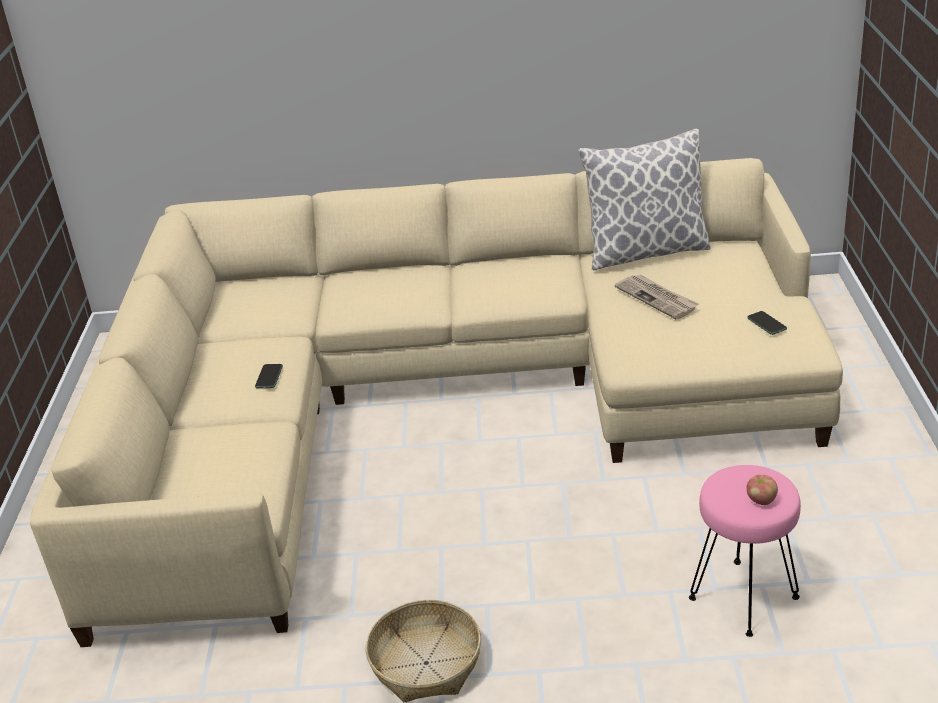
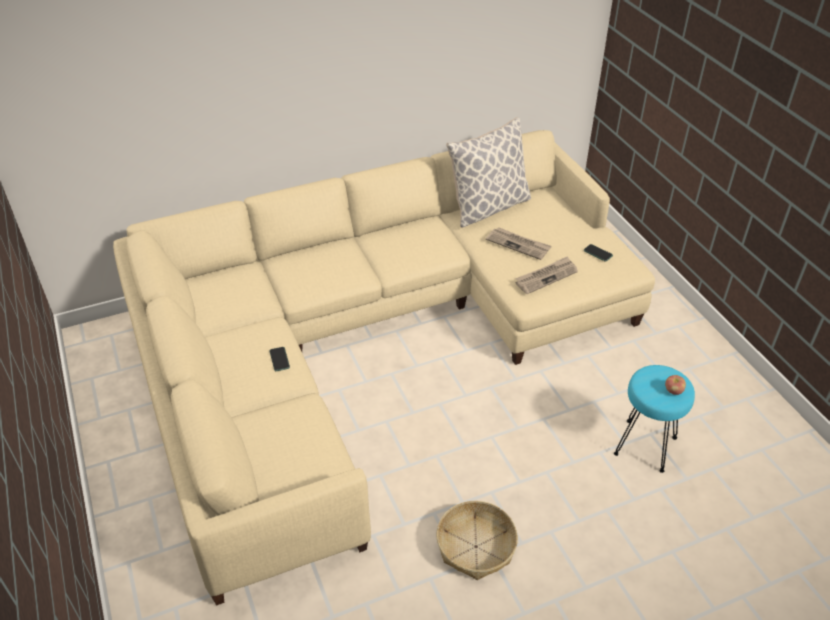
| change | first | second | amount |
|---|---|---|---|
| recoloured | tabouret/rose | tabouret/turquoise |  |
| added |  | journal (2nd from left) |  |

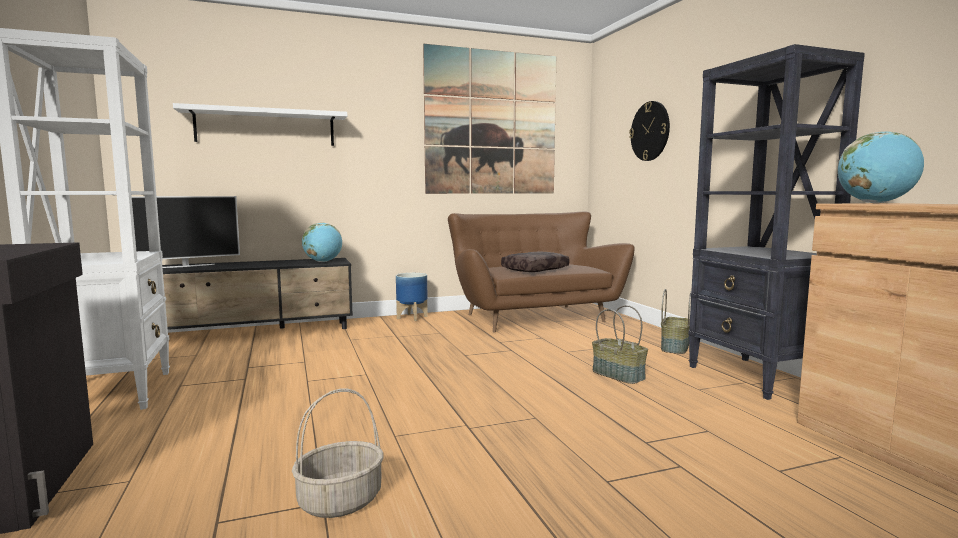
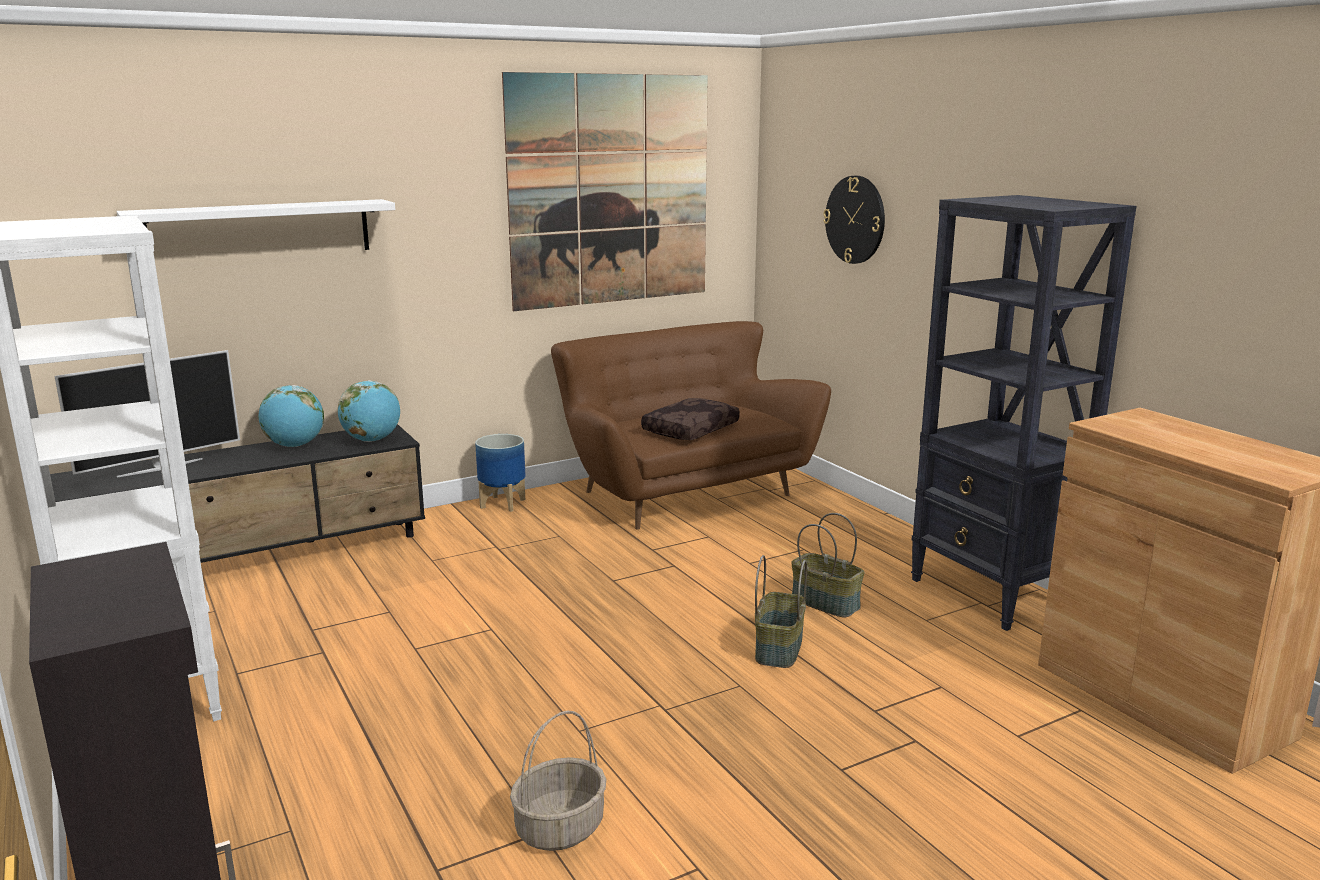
| change | first | second | amount |
|---|---|---|---|
| moved | globe (2nd from left in the first image) | globe (1st from left) |  |
| moved | panier (3rd from left in the first image) | panier (2nd from left) |  |

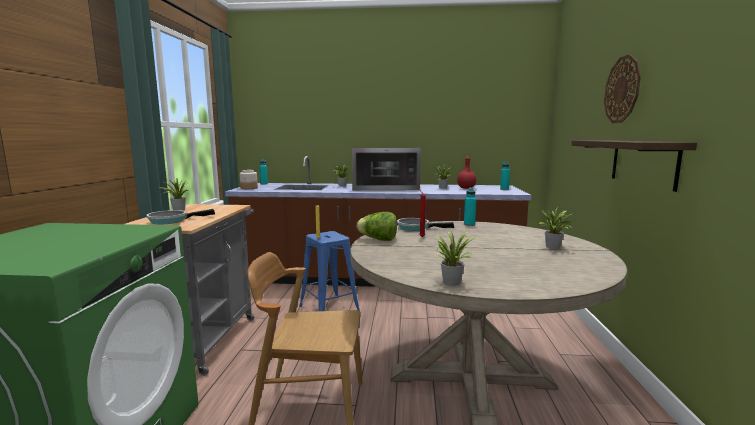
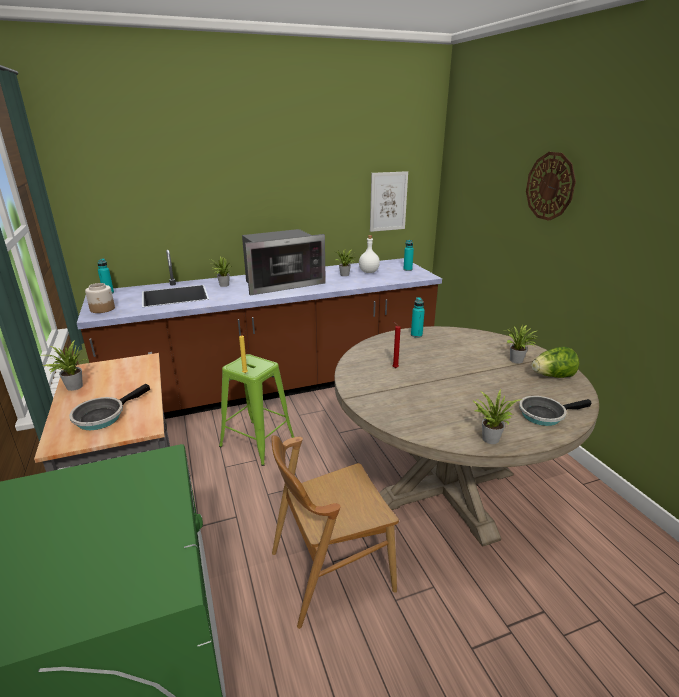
| change | first | second | amount |
|---|---|---|---|
| removed | étagère |  |  |
| recoloured | bouteille/rouge | bouteille/blanc |  |
| moved | laitue |  |  |
| moved | poêle (2nd from left) |  |  |
| recoloured | tabouret/bleu | tabouret/vert |  |
| added |  | tableau |  |

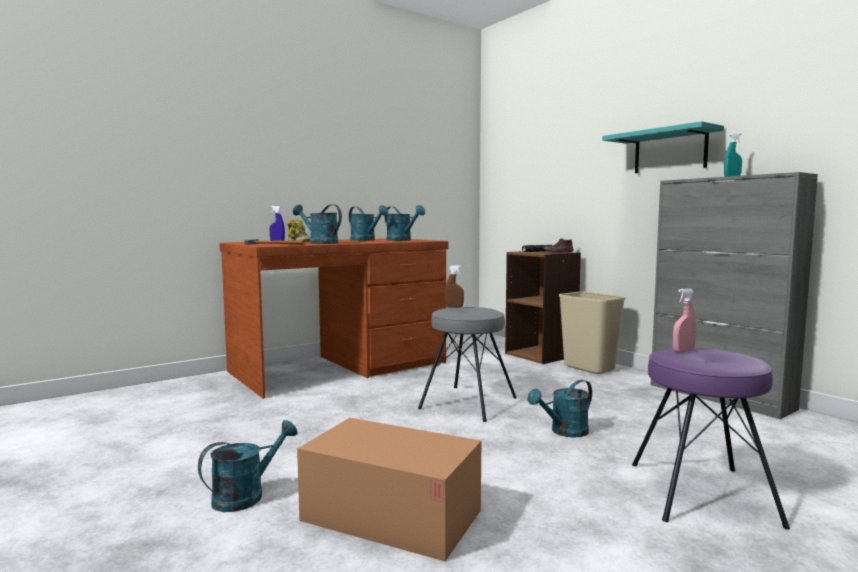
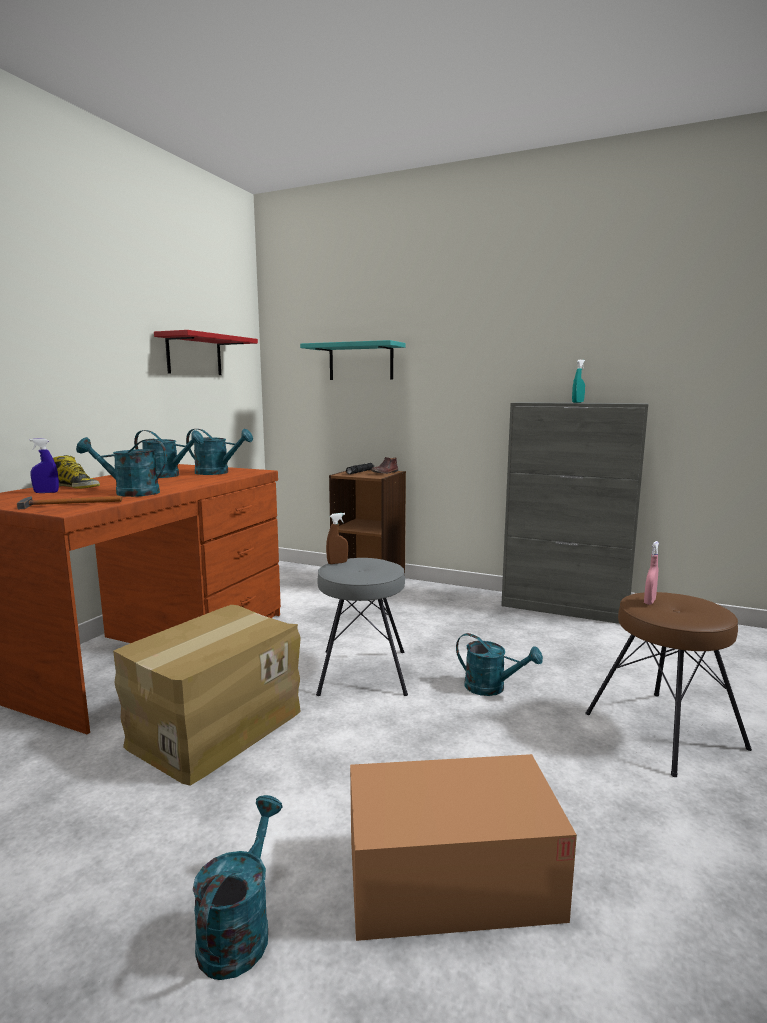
| change | first | second | amount |
|---|---|---|---|
| moved | étagère/turquoise |  |  |
| removed | poubelle/beige |  |  |
| recoloured | tabouret/violet | tabouret/marron |  |
| turned | arrosoir/turquoise (5th from left) |  | 90 degrees counterclockwise |
| added |  | étagère/rouge |  |
| added |  | carton (1st from left) |  |

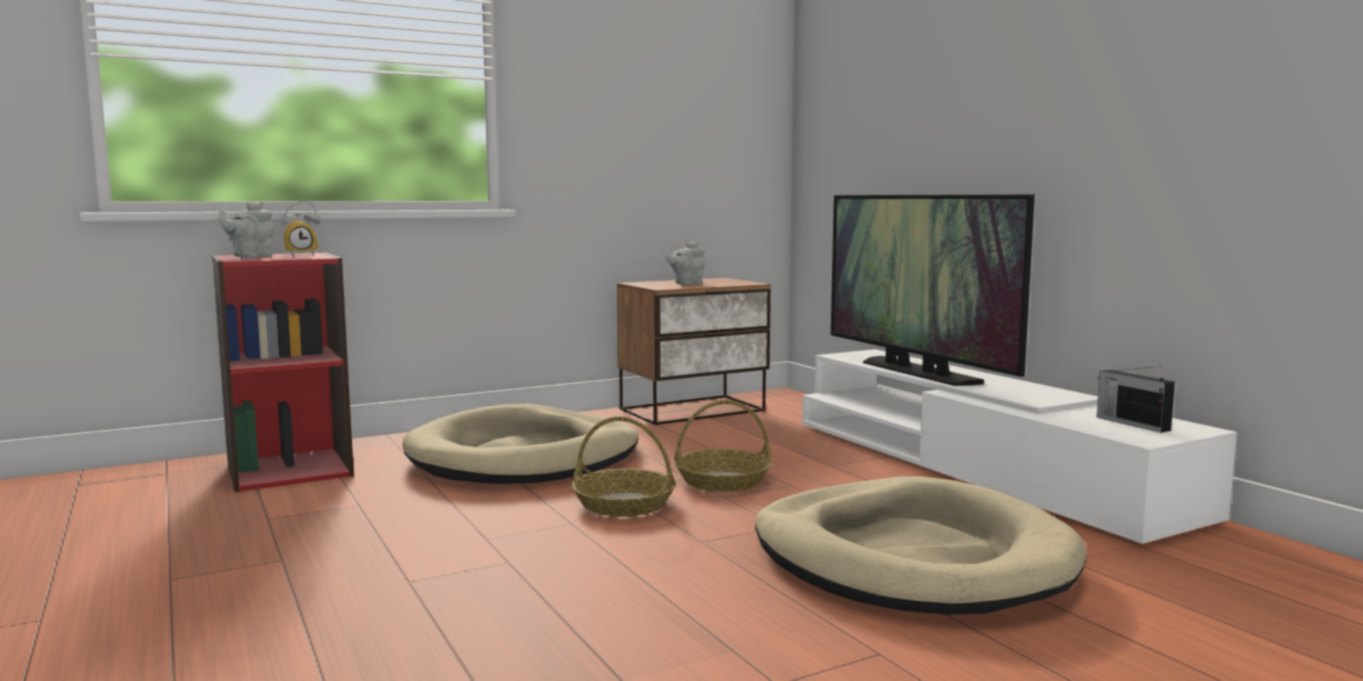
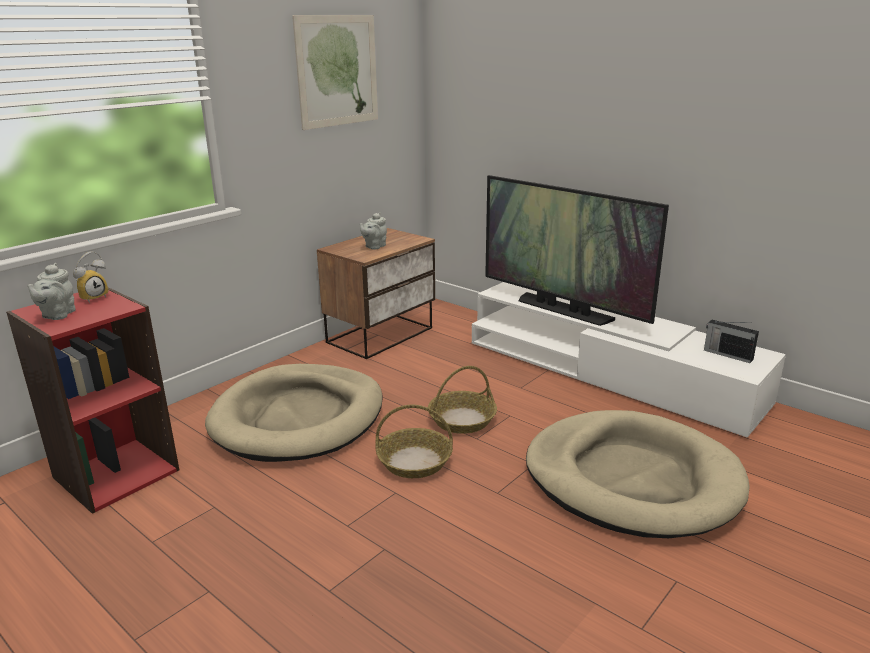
| change | first | second | amount |
|---|---|---|---|
| added |  | tableau |  |

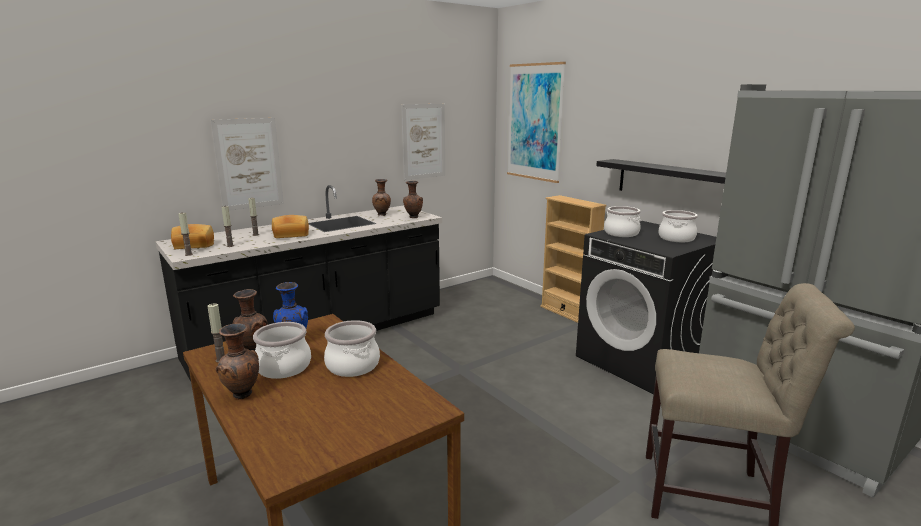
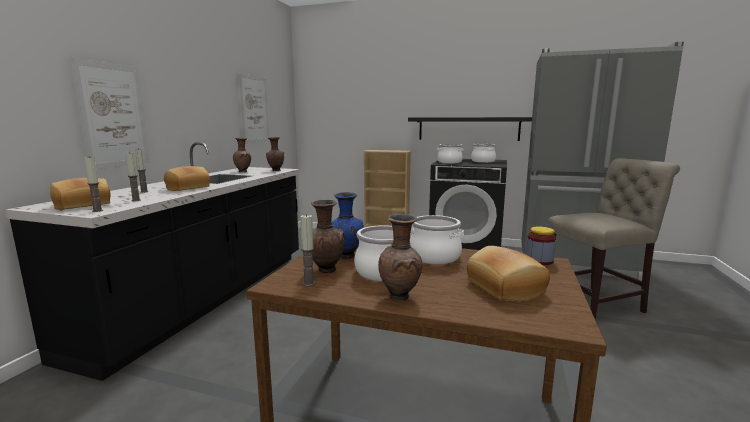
| change | first | second | amount |
|---|---|---|---|
| removed | tableau (3rd from left) |  |  |
| added |  | bocal |  |
| added |  | pain (3rd from left) |  |

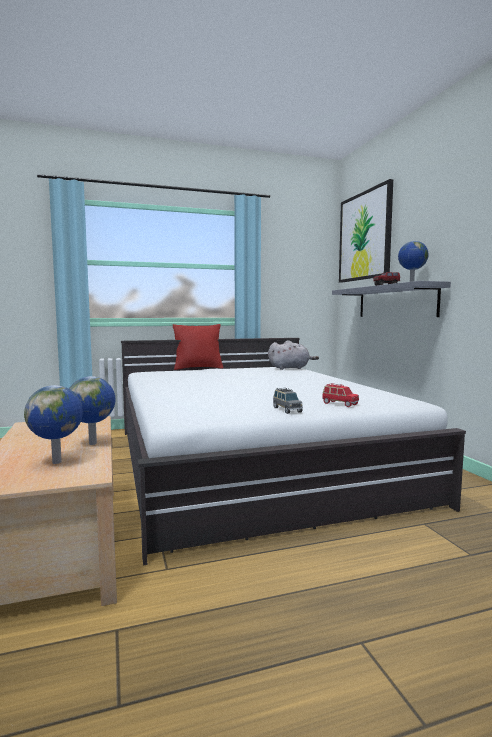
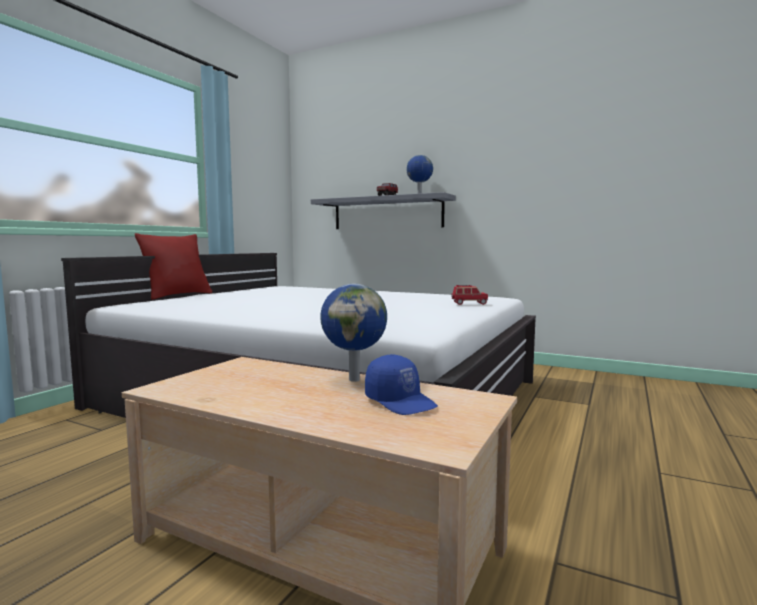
| change | first | second | amount |
|---|---|---|---|
| removed | tableau |  |  |
| removed | peluche/gris |  |  |
| replaced | globe (1st from left) | casquette/bleu |  |
| removed | petite voiture/gris |  |  |

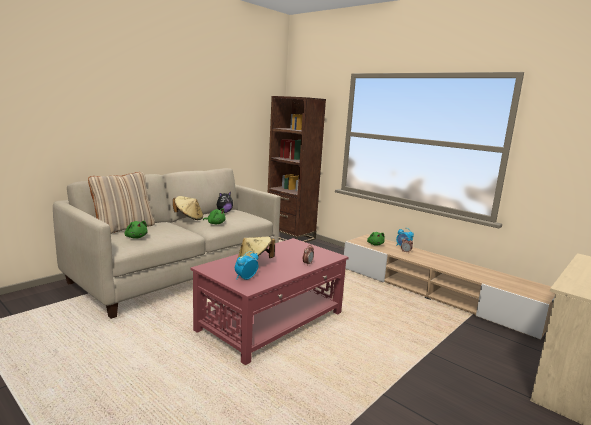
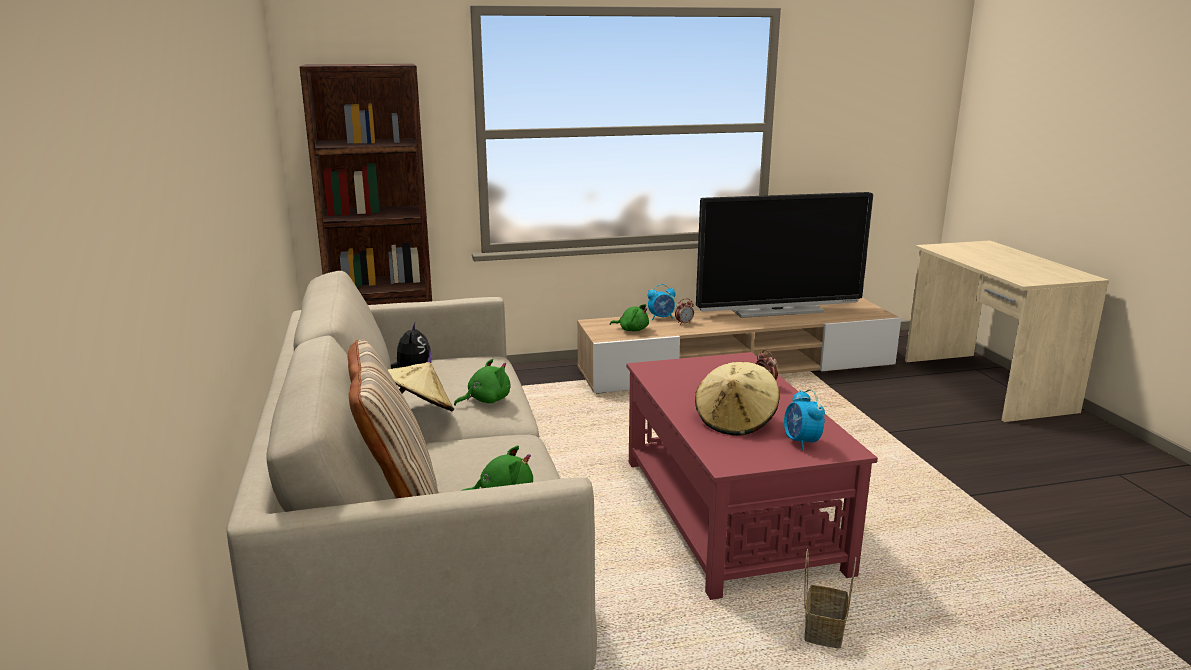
| change | first | second | amount |
|---|---|---|---|
| added |  | téléviseur |  |
| added |  | panier |  |

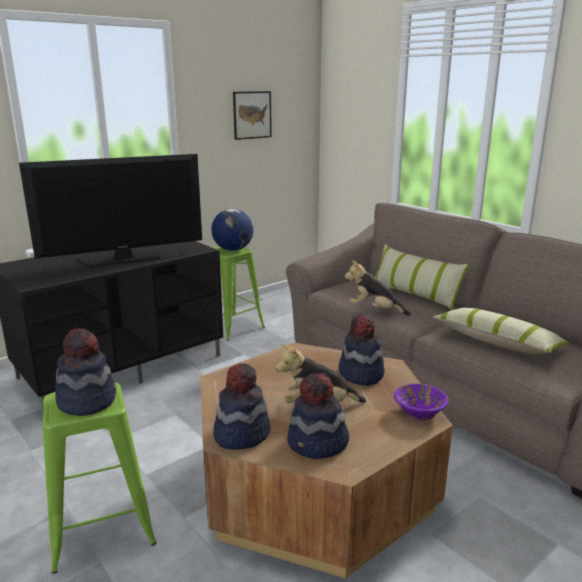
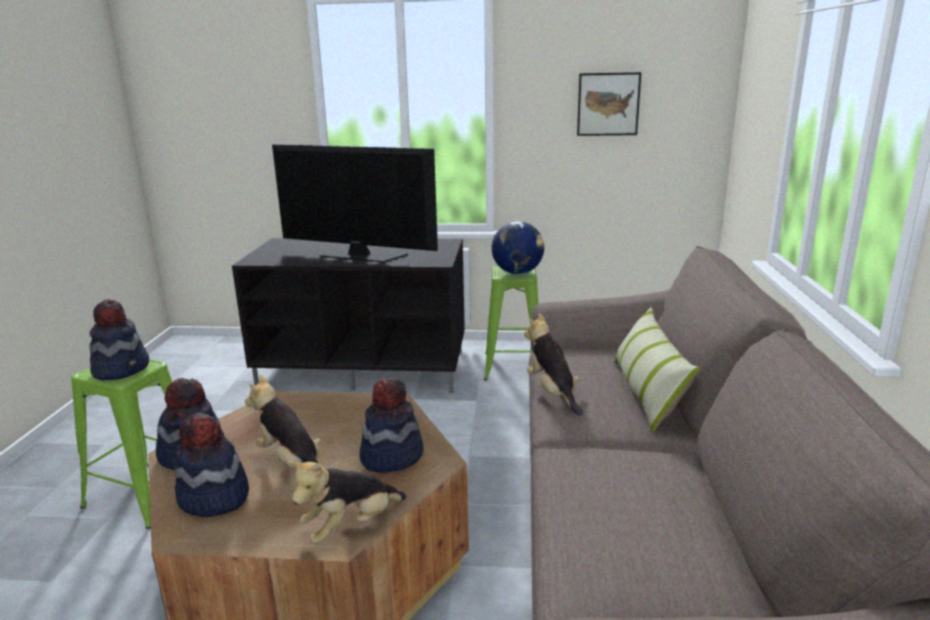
| change | first | second | amount |
|---|---|---|---|
| removed | coussin (2nd from left) |  |  |
| replaced | bol/violet | peluche (2nd from left) |  |

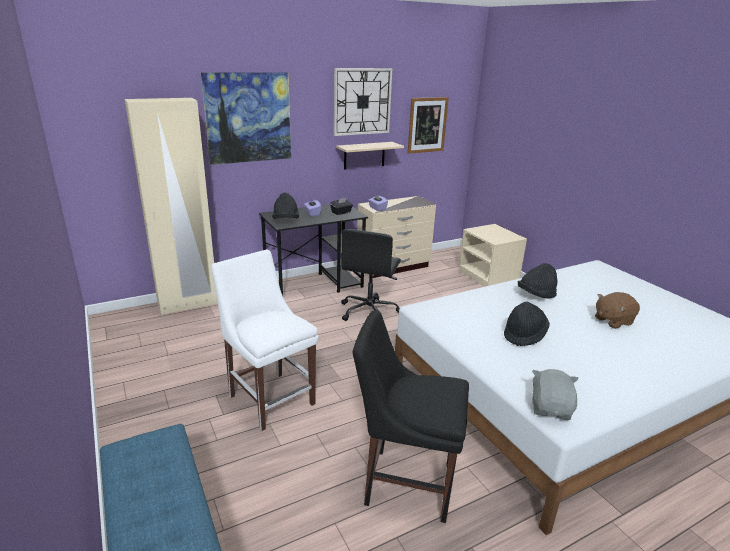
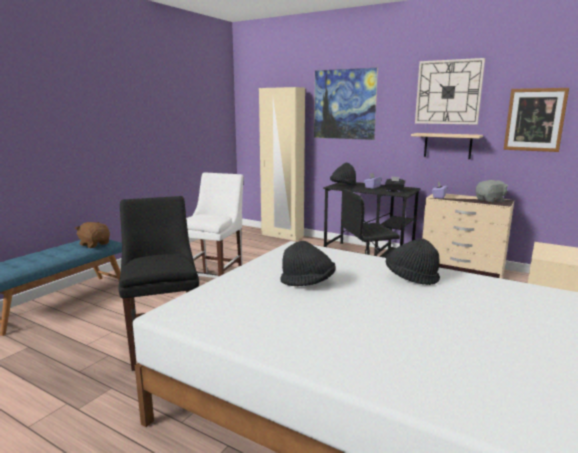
| change | first | second | amount |
|---|---|---|---|
| moved | peluche/marron |  |  |
| moved | peluche/gris |  |  |

